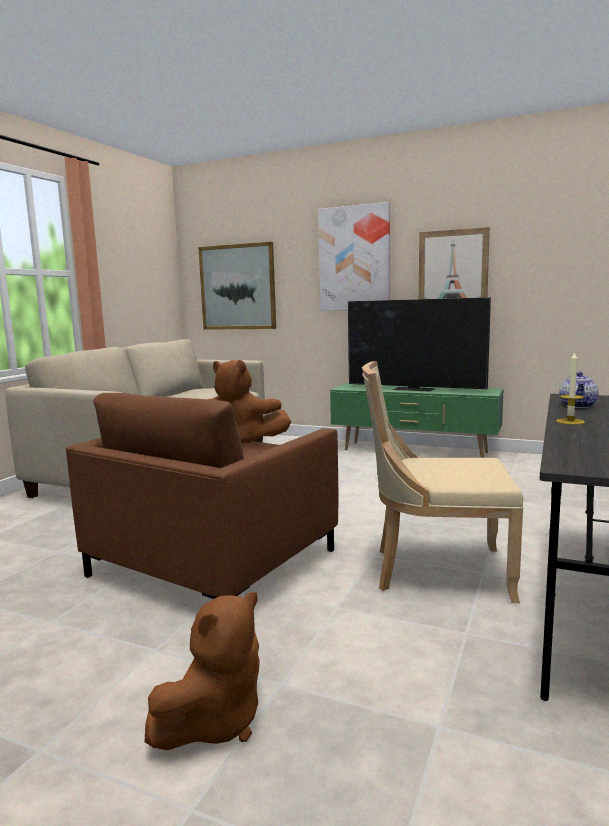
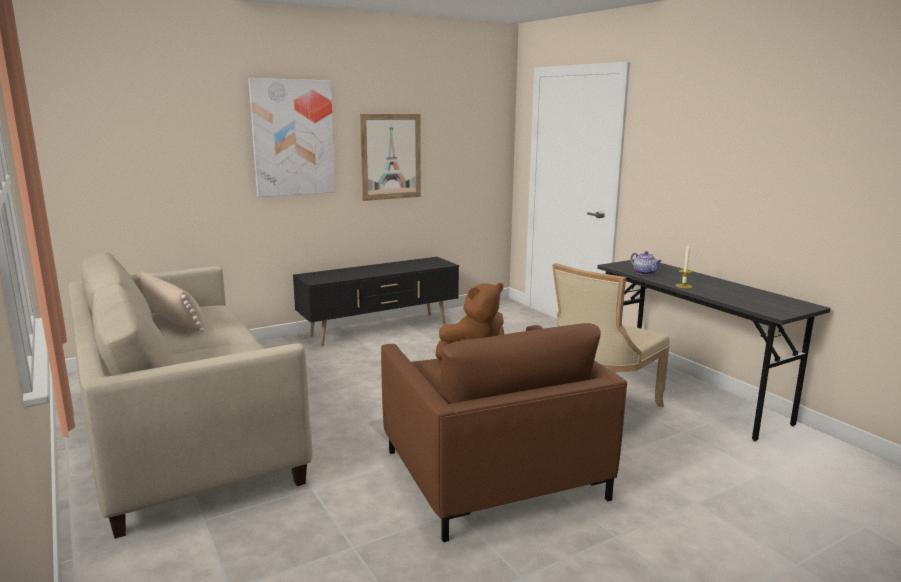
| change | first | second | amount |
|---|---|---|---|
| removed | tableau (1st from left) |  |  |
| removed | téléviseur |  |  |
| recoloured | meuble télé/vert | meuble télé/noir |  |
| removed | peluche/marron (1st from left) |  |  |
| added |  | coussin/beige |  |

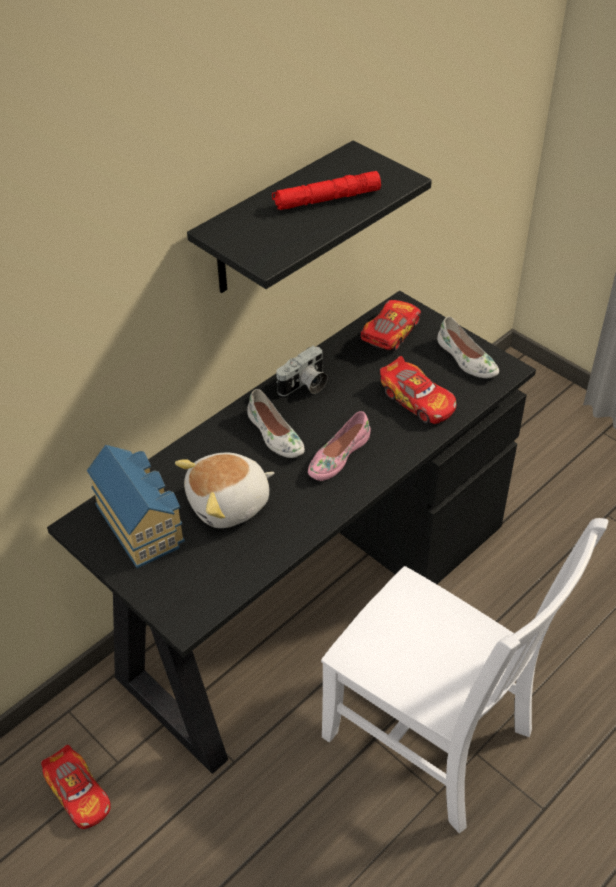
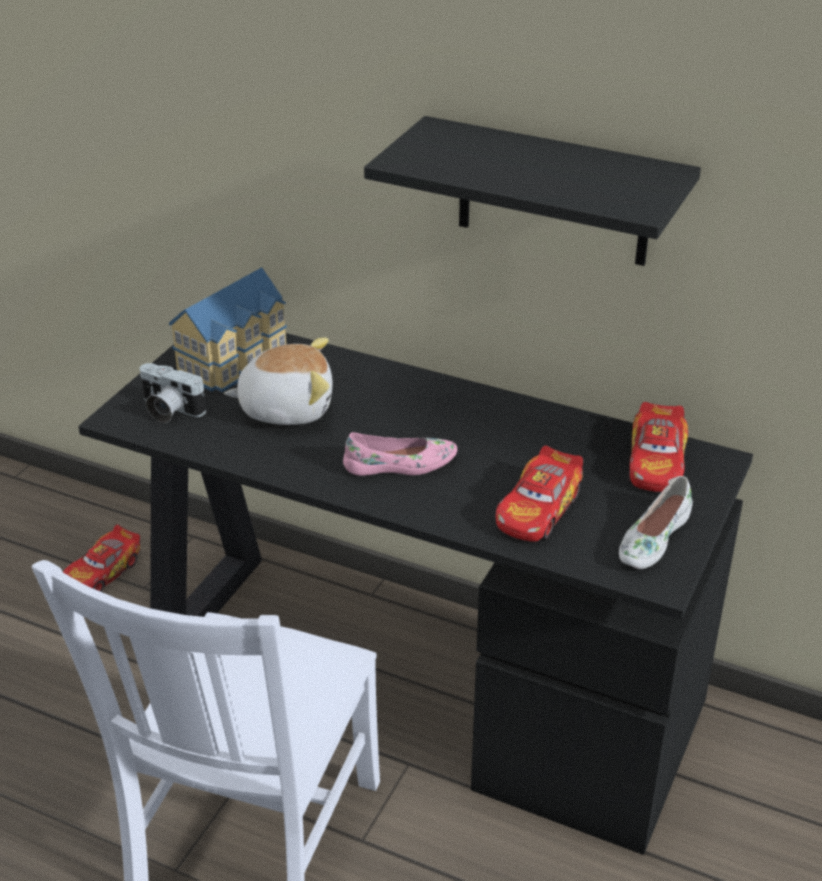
| change | first | second | amount |
|---|---|---|---|
| removed | lampe de poche/rouge |  |  |
| turned | petite voiture (2nd from left in the first image) | petite voiture (3rd from left) | 90 degrees clockwise |
| moved | appareil photo |  |  |
| removed | chaussure/blanc (1st from left) |  |  |
| turned | chaussure/rose |  | 150 degrees clockwise |
| turned | peluche |  | 135 degrees clockwise |

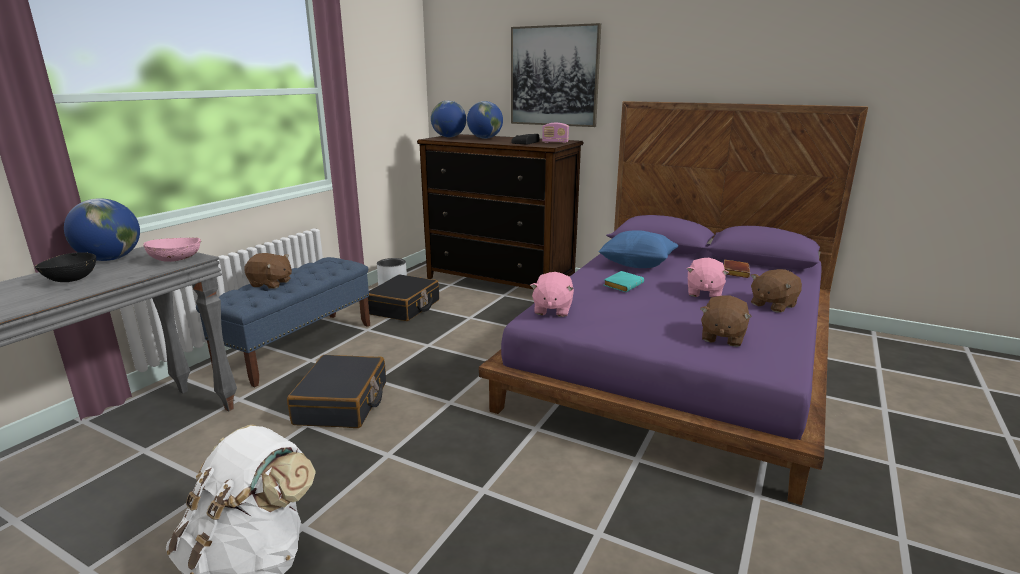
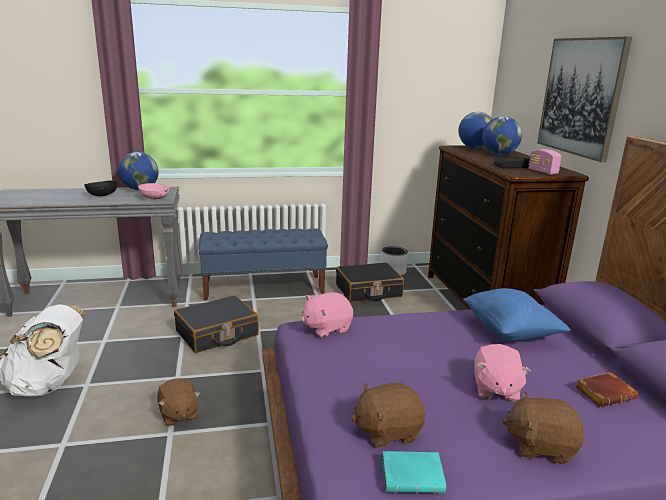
| change | first | second | amount |
|---|---|---|---|
| moved | peluche/marron (1st from left) |  |  |
| turned | peluche/rose (2nd from left) |  | 60 degrees counterclockwise |
| moved | livre/turquoise |  |  |

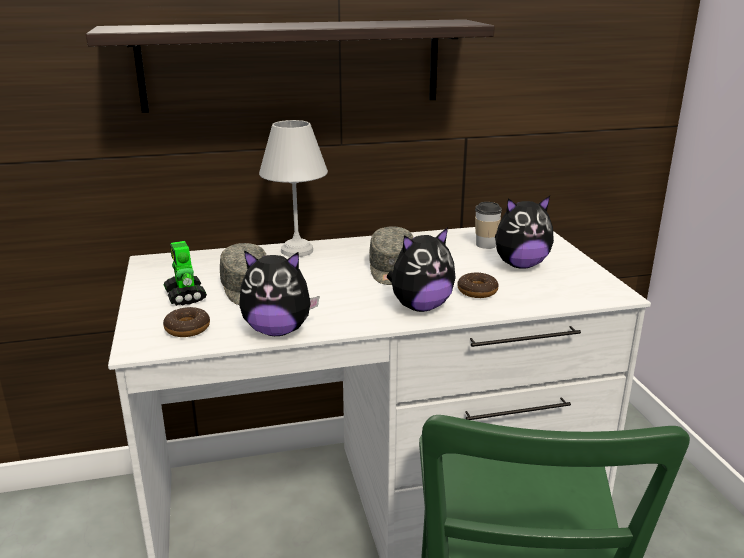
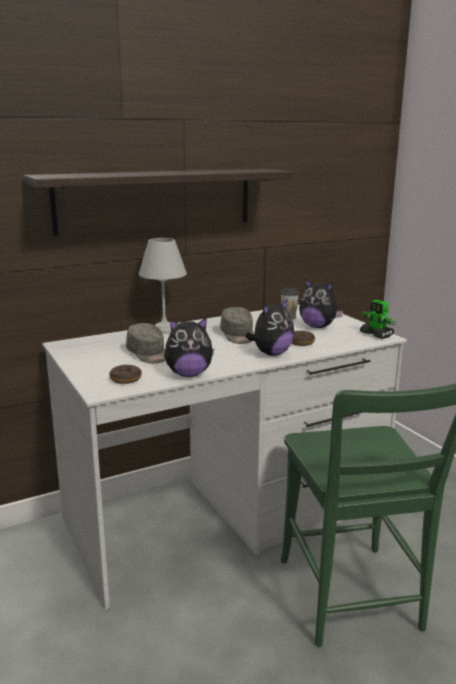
| change | first | second | amount |
|---|---|---|---|
| turned | peluche (3rd from left) |  | 60 degrees clockwise |
| moved | robot jouet |  |  |

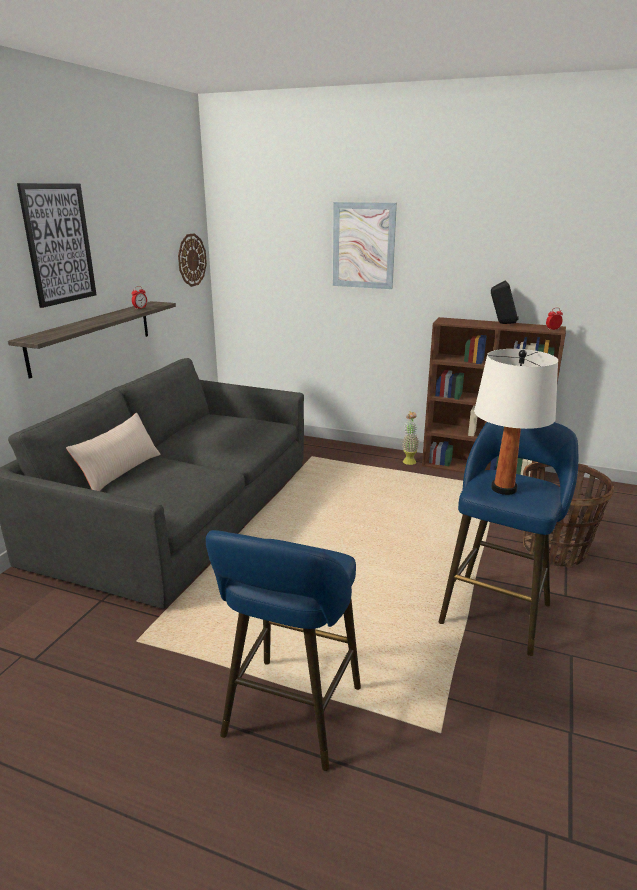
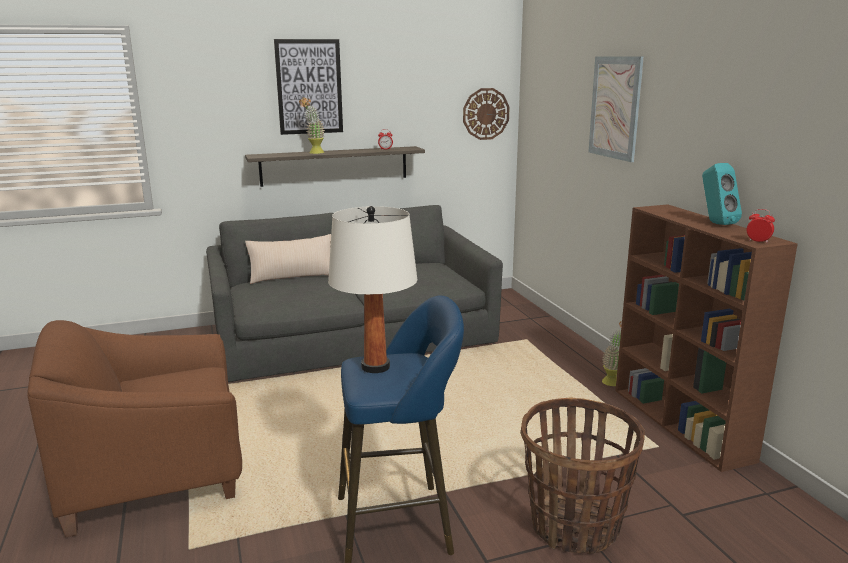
| change | first | second | amount |
|---|---|---|---|
| recoloured | enceinte/noir | enceinte/turquoise |  |
| replaced | tabouret/bleu (1st from left) | fauteuil/marron |  |
| added |  | plante en pot (1st from left) |  |

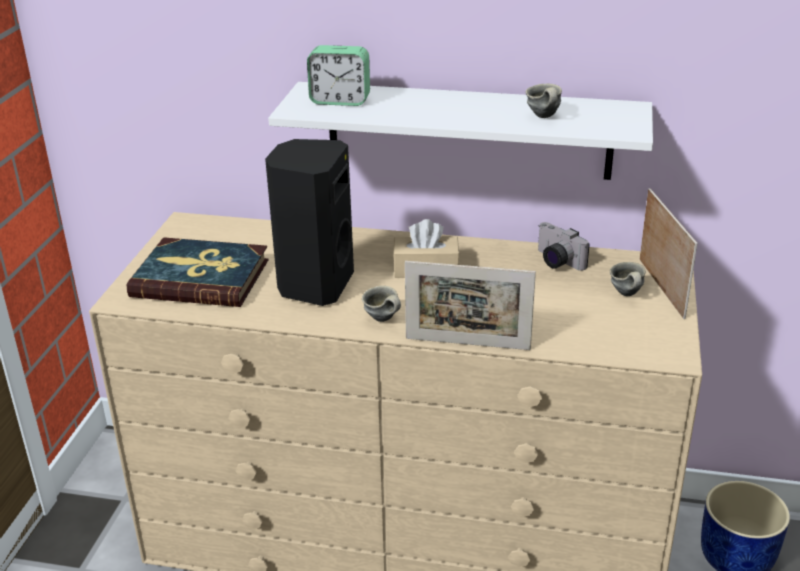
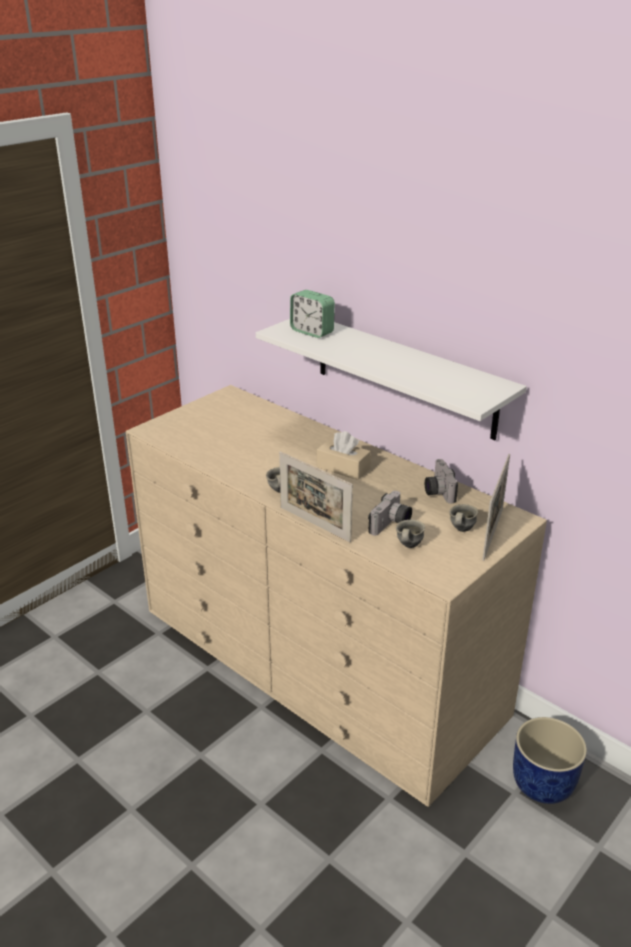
| change | first | second | amount |
|---|---|---|---|
| moved | mug/gris (2nd from left) |  |  |
| removed | enceinte/noir |  |  |
| removed | livre |  |  |
| added |  | appareil photo (1st from left) |  |

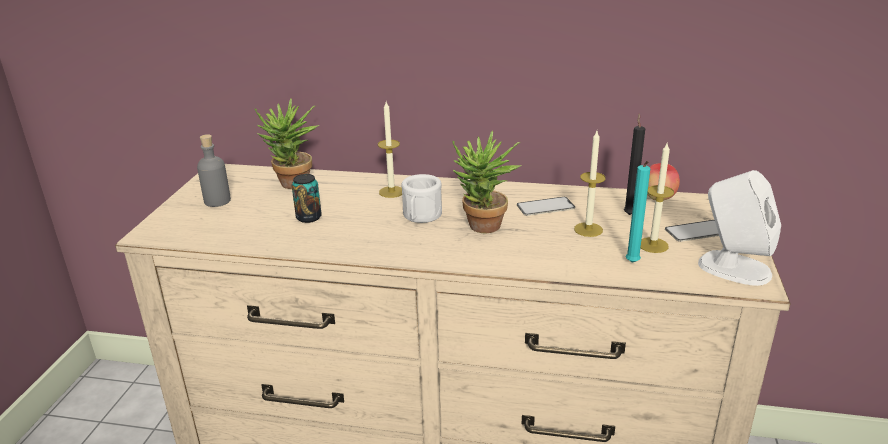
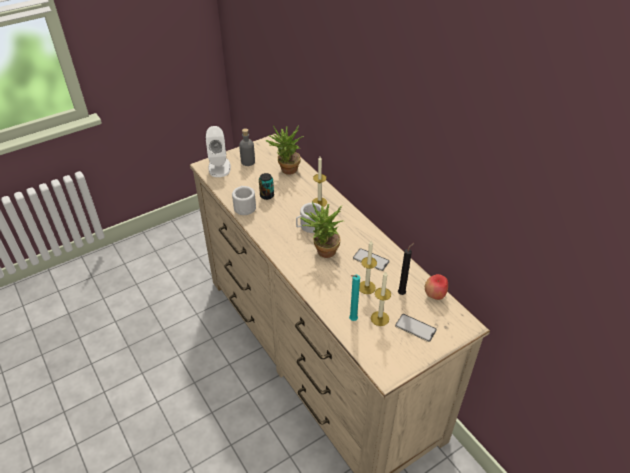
| change | first | second | amount |
|---|---|---|---|
| moved | enceinte/blanc |  |  |
| added |  | mug/blanc (1st from left) |  |

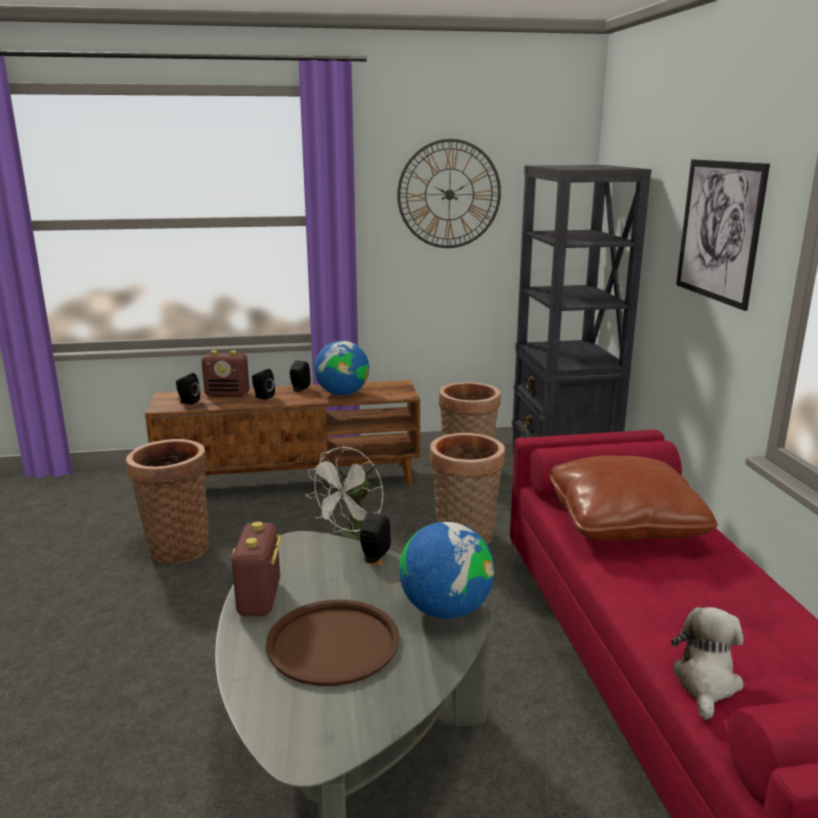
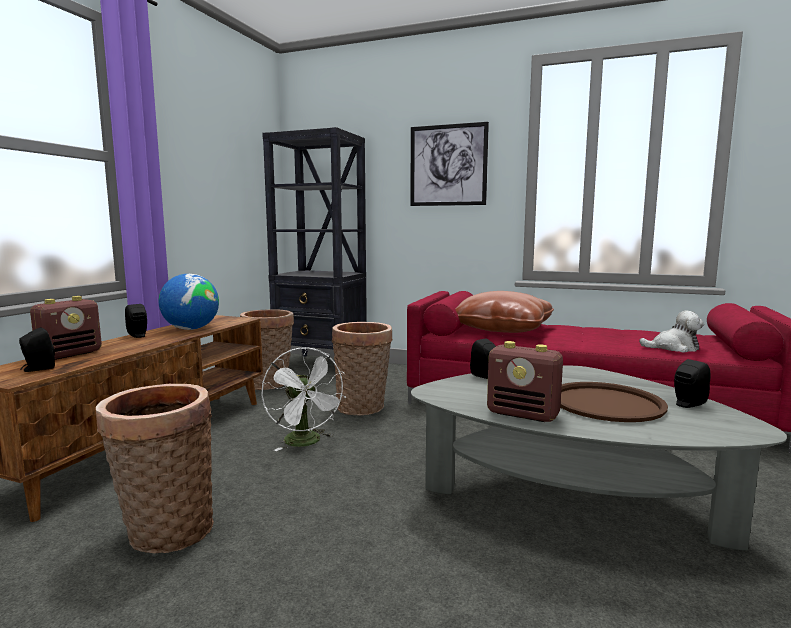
| change | first | second | amount |
|---|---|---|---|
| removed | horloge murale |  |  |
| moved | enceinte/noir (2nd from left in the first image) | enceinte/noir (4th from left) |  |
| removed | globe (2nd from left) |  |  |
| turned | peluche |  | 135 degrees clockwise |

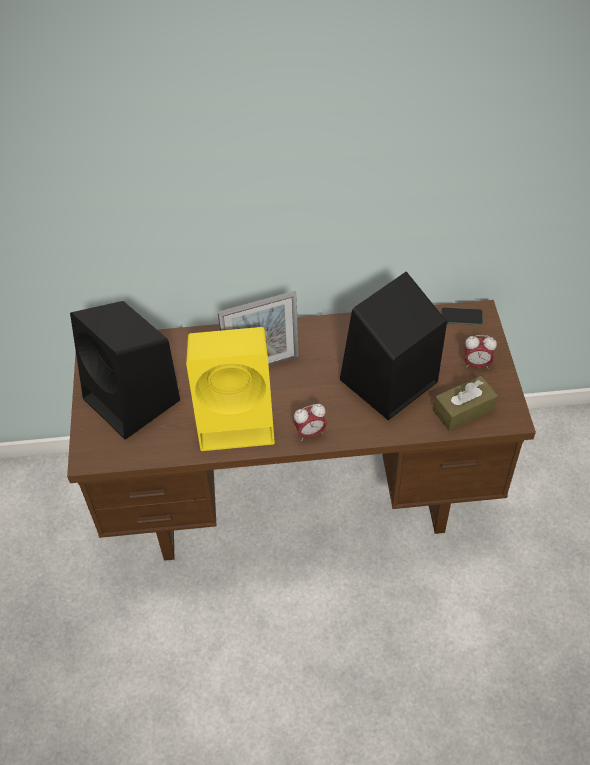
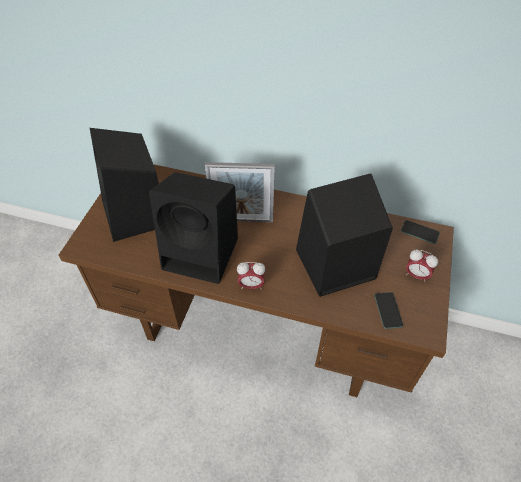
| change | first | second | amount |
|---|---|---|---|
| recoloured | enceinte/jaune | enceinte/noir (2nd from left) |  |
| replaced | boîte à mouchoirs/marron | téléphone (1st from left) |  |

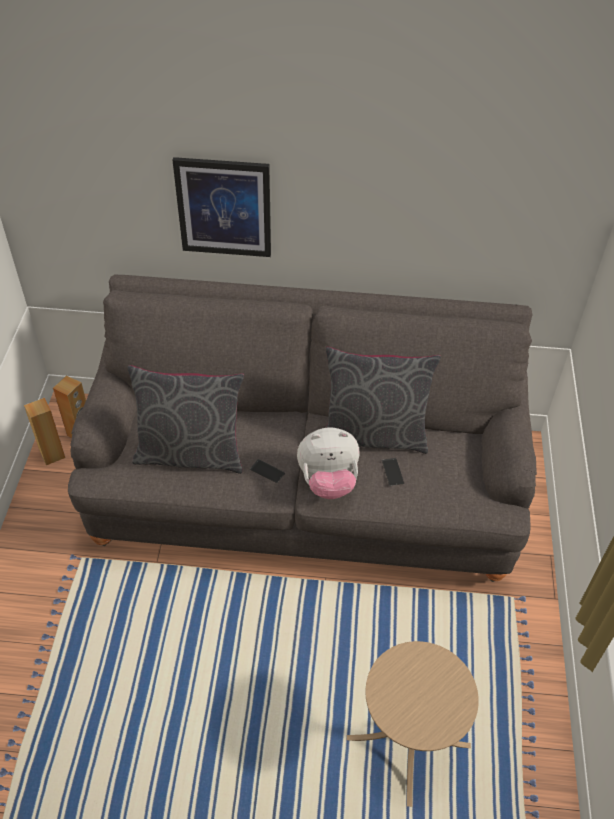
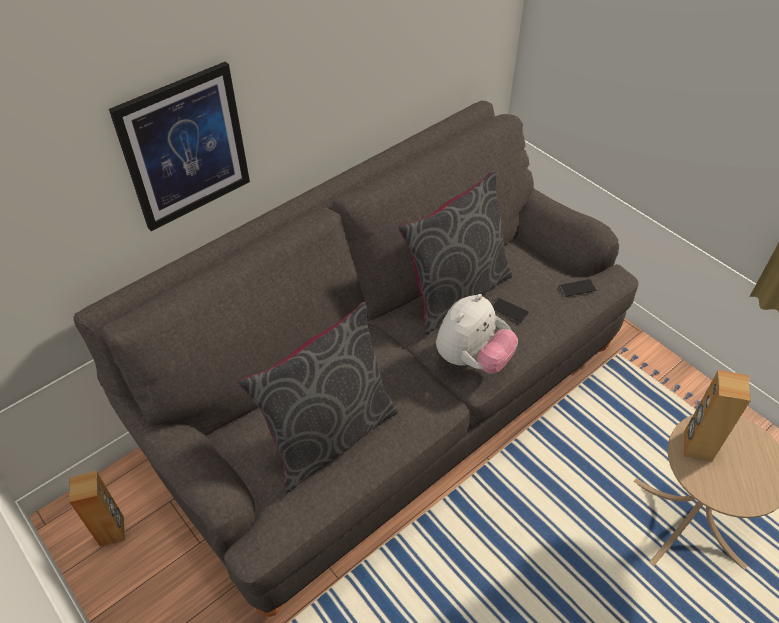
| change | first | second | amount |
|---|---|---|---|
| moved | enceinte/marron (1st from left in the first image) | enceinte/marron (2nd from left) |  |
| moved | téléphone (1st from left in the first image) | téléphone (2nd from left) |  |

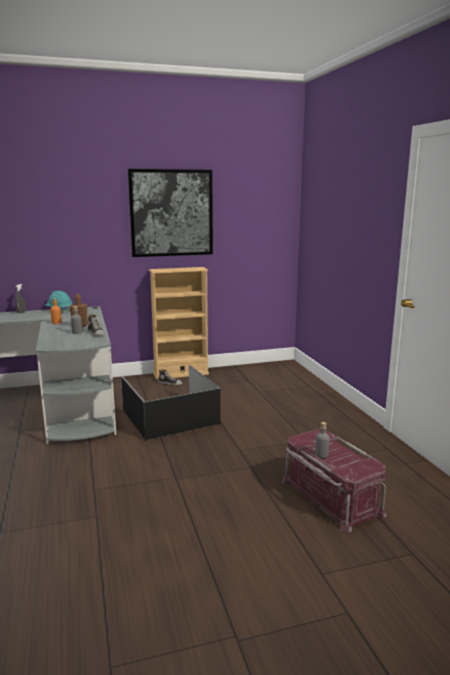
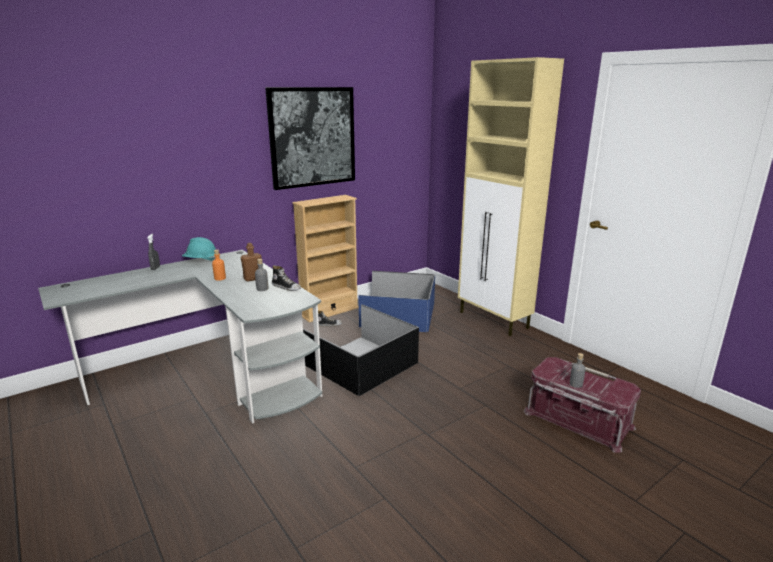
| change | first | second | amount |
|---|---|---|---|
| added |  | meuble de rangement/beige |  |
| added |  | boîte de rangement/bleu |  |

